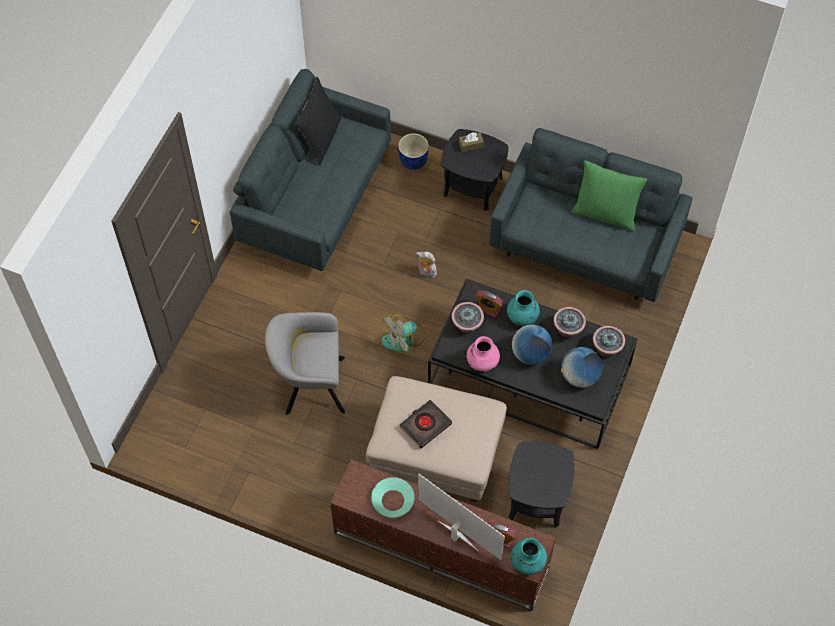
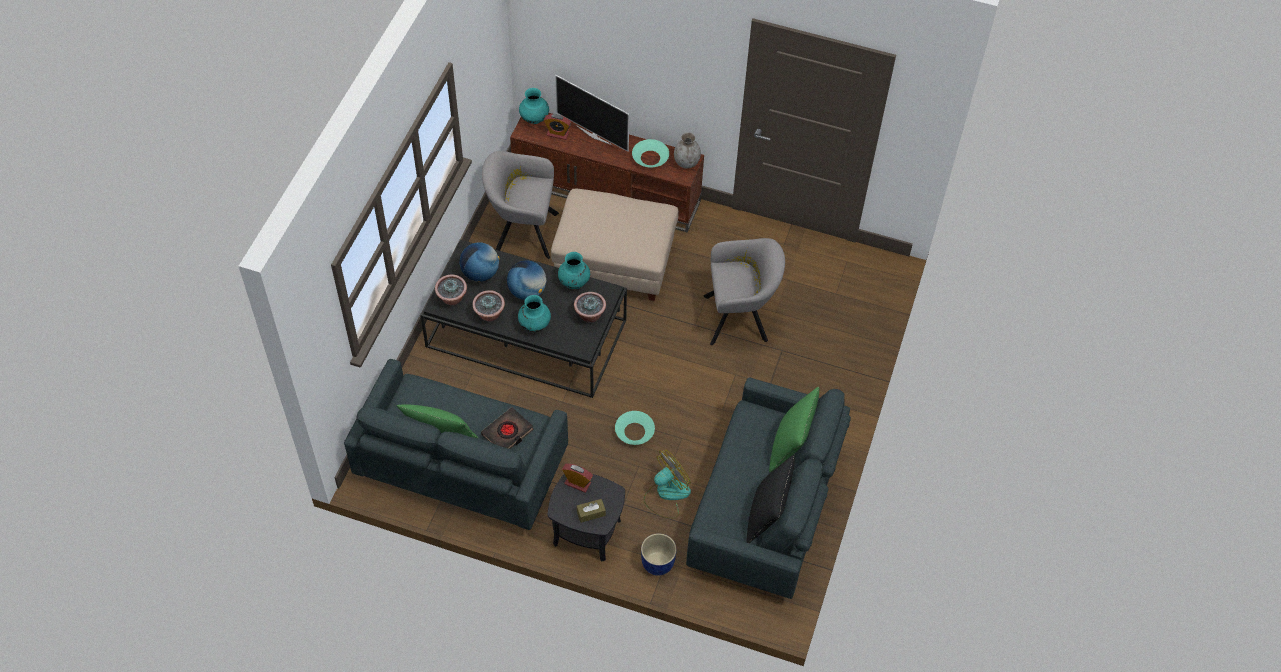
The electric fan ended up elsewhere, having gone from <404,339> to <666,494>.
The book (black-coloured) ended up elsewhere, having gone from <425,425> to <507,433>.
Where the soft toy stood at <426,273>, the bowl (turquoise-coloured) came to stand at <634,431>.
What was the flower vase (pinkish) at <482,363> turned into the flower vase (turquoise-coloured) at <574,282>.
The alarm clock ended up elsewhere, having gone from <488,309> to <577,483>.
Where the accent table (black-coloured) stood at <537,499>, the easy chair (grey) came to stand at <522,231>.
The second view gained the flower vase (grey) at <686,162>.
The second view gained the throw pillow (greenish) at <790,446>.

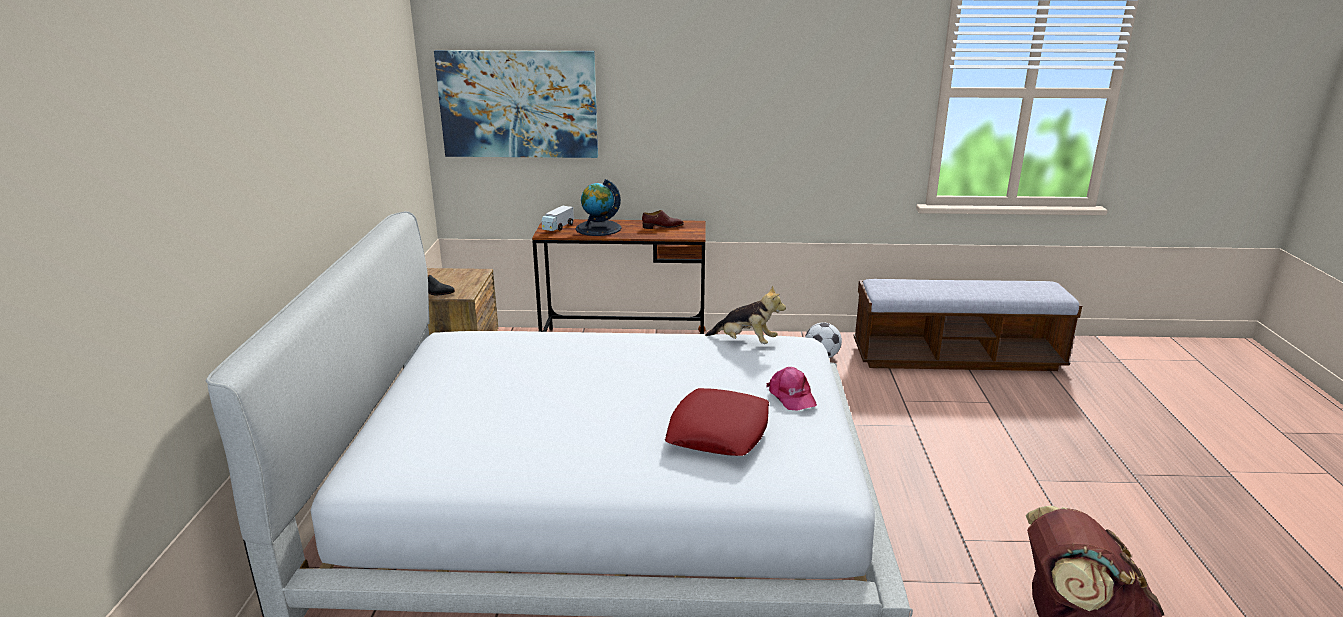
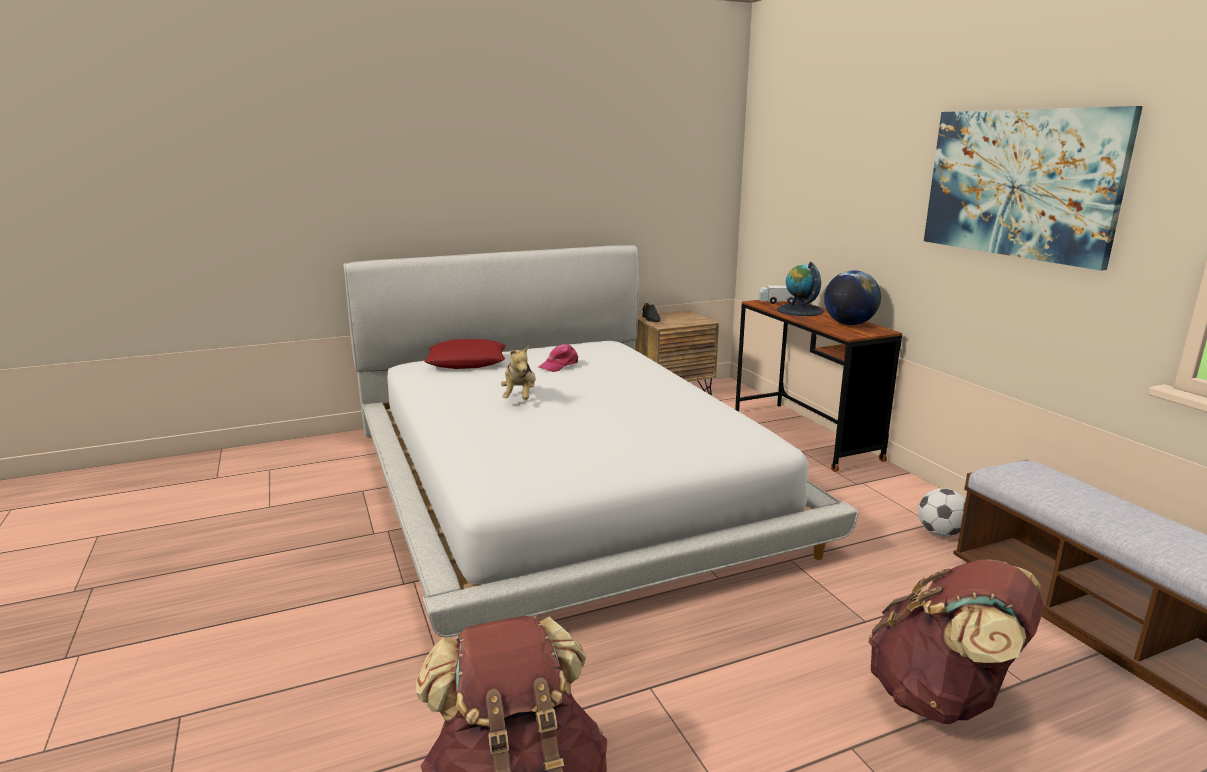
The wall art ended up elsewhere, having gone from <518,104> to <1019,183>.
Where the shoe (brownish) stood at <663,227>, the globe came to stand at <849,324>.
The throw pillow (red-coloured) ended up elsewhere, having gone from <718,431> to <467,362>.
The soft toy ended up elsewhere, having gone from <745,342> to <520,398>.
The peaked cap (pinkish) ended up elsewhere, having gone from <791,396> to <559,365>.
The second view gained the rucksack (brownish) at <942,698>.

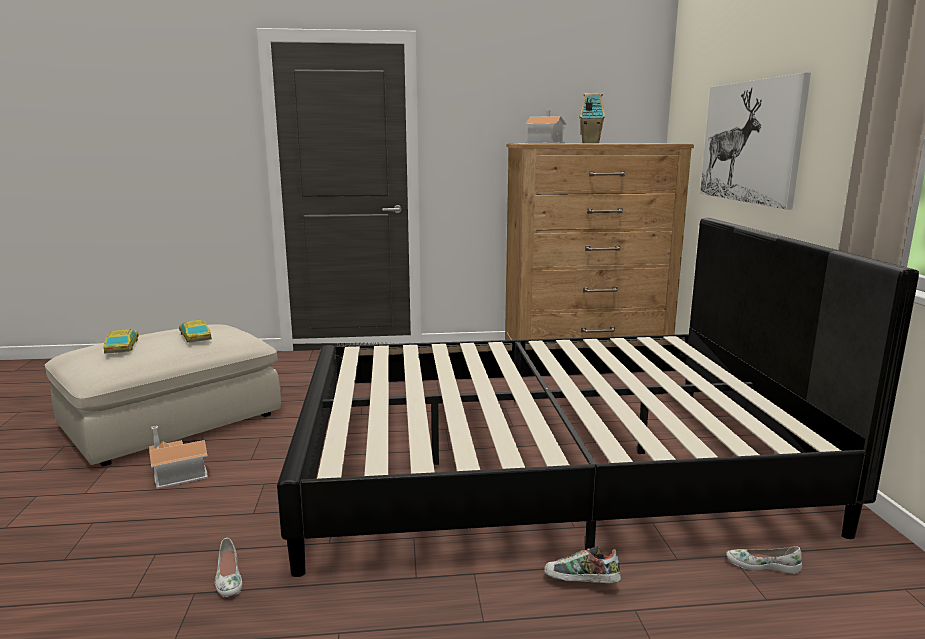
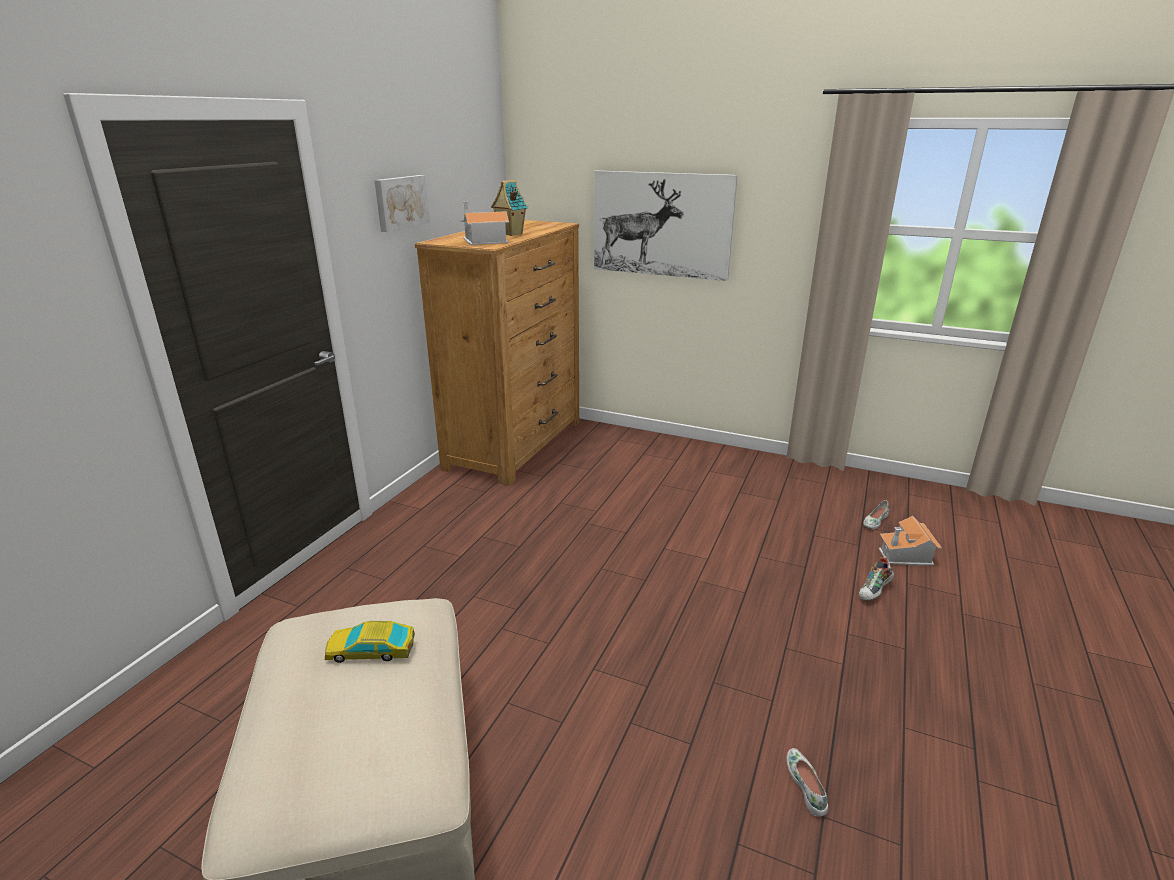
The second view lost the model car at <122,347>.
The model house ended up elsewhere, having gone from <175,473> to <906,555>.
The shoe (whitish) at <228,578> ended up facing another way, 105 degrees counterclockwise from before.
The second view lost the sleeping bed (black-coloured) at <545,464>.
The second view gained the wall art at <400,202>.

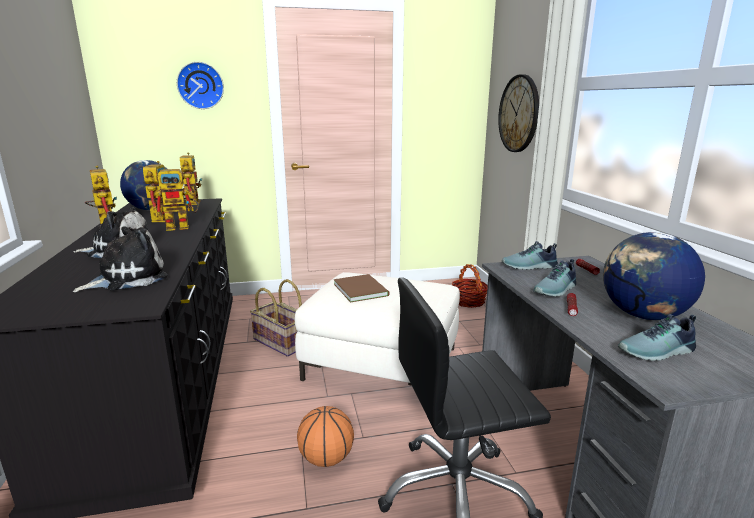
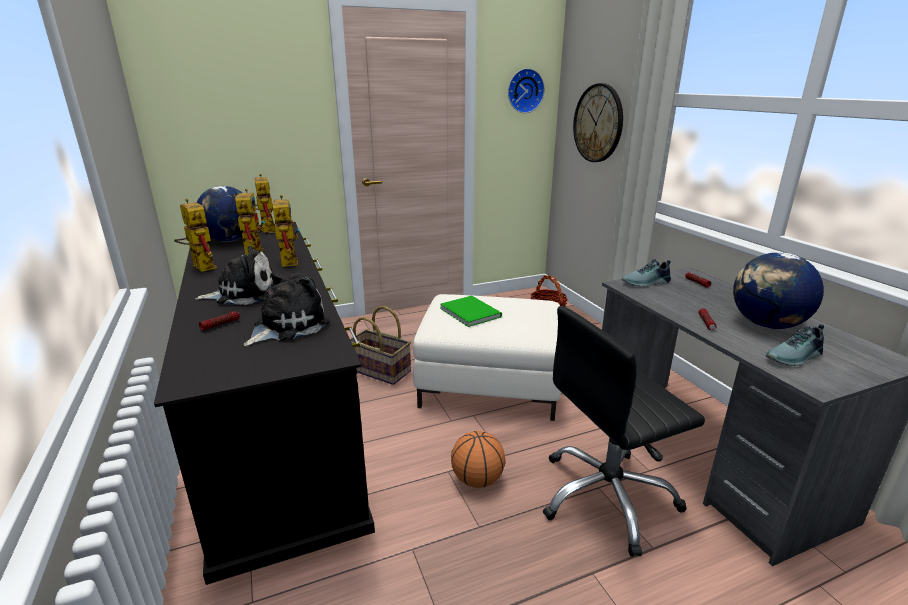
The model robot at <183,227> ended up facing another way, 75 degrees counterclockwise from before.
The hanging clock ended up elsewhere, having gone from <201,85> to <524,91>.
What was the book (brownish) at <361,289> turned into the book (greenish) at <470,311>.
The second view lost the shoe at <556,290>.
The second view gained the hand torch at <220,325>.

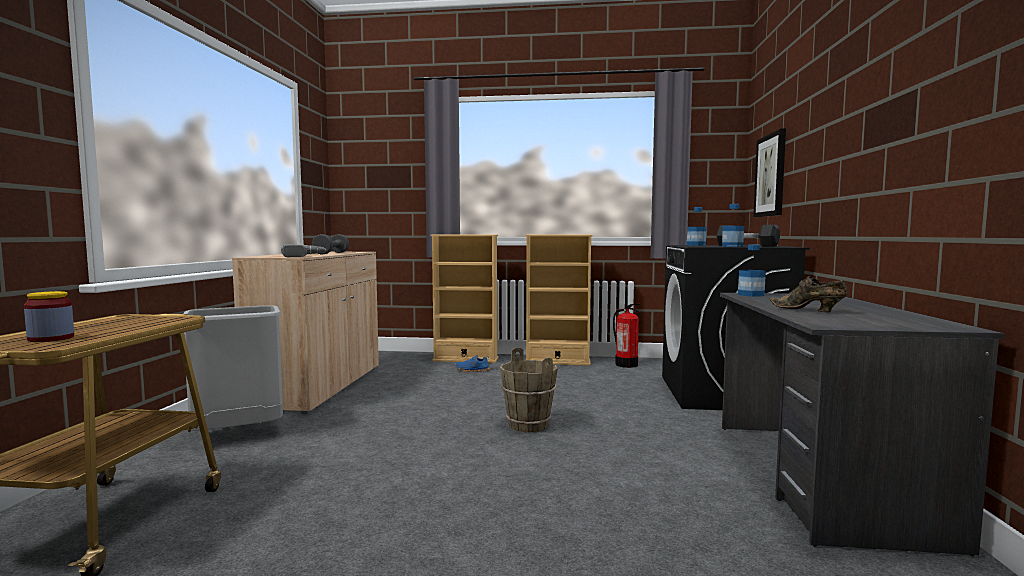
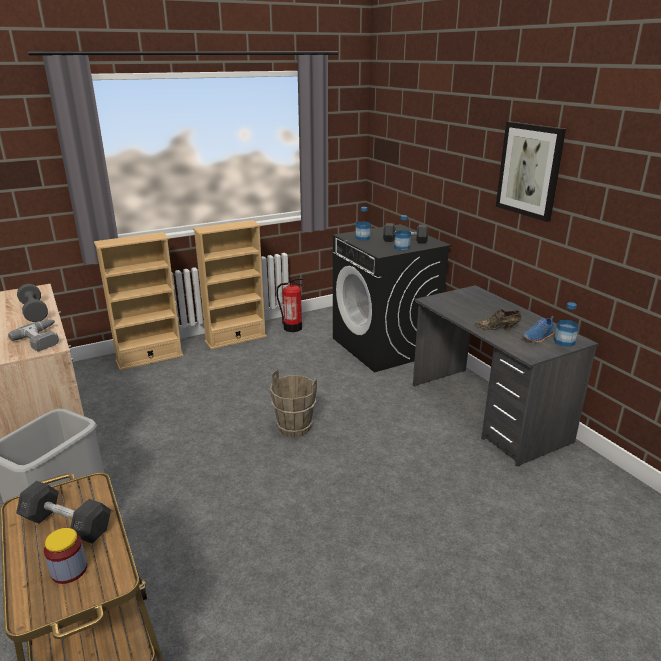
The shoe (blue) ended up elsewhere, having gone from <472,370> to <538,338>.
The drink bottle ended up elsewhere, having gone from <751,295> to <564,342>.
The wall art ended up elsewhere, having gone from <771,175> to <529,170>.
The second view gained the hand weight (grey) at <67,524>.

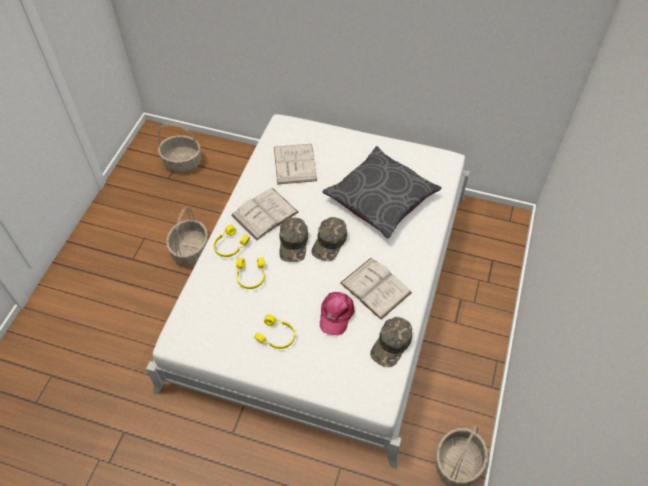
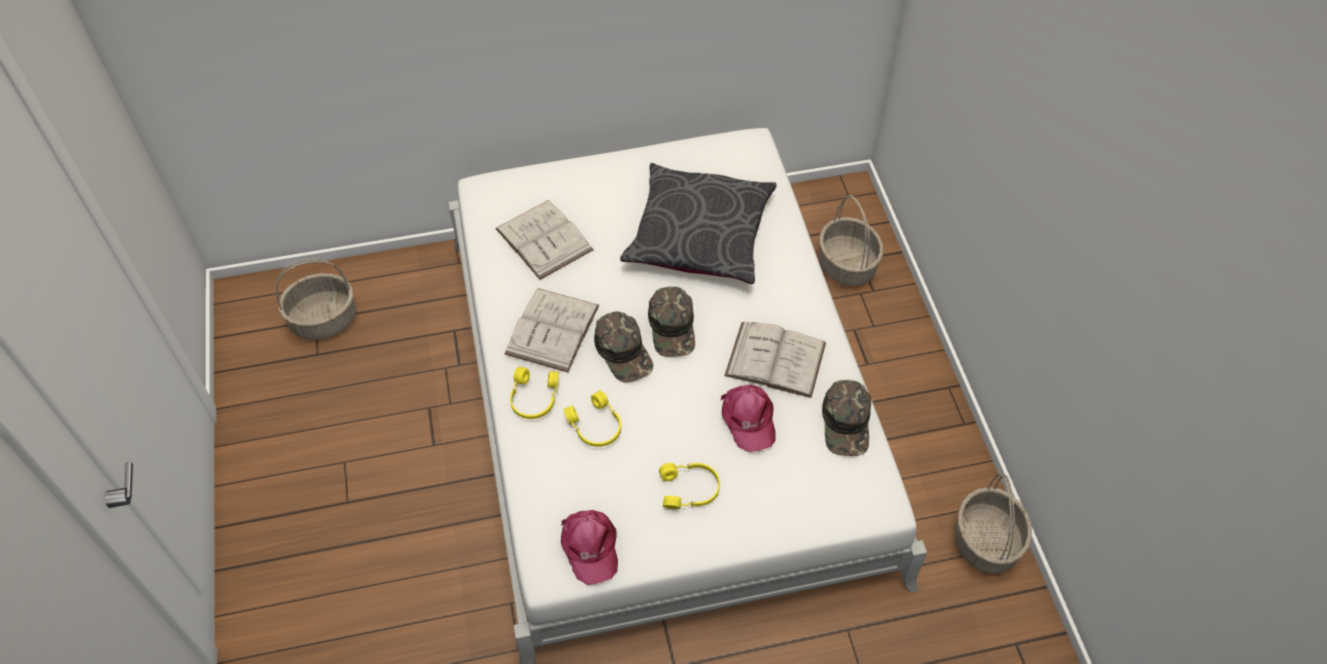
The storage basket ended up elsewhere, having gone from <190,250> to <846,265>.
The second view gained the peaked cap (pinkish) at <589,547>.

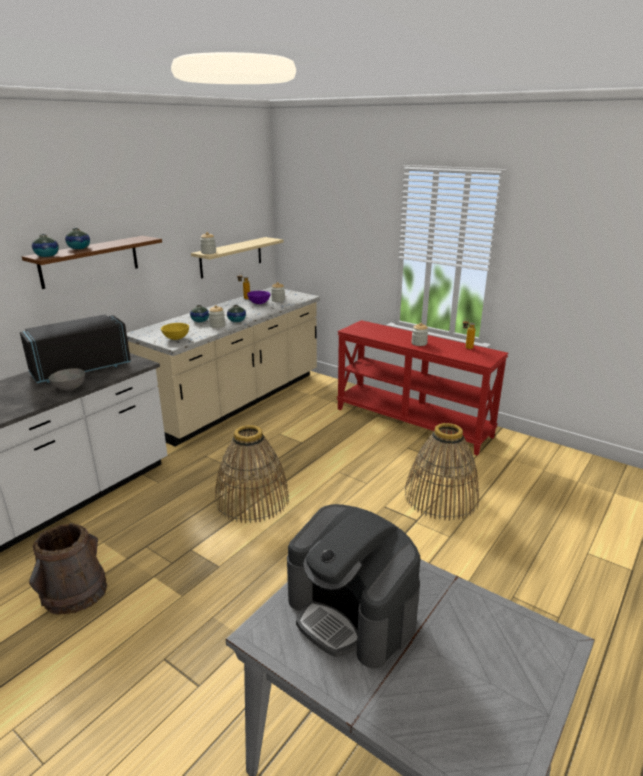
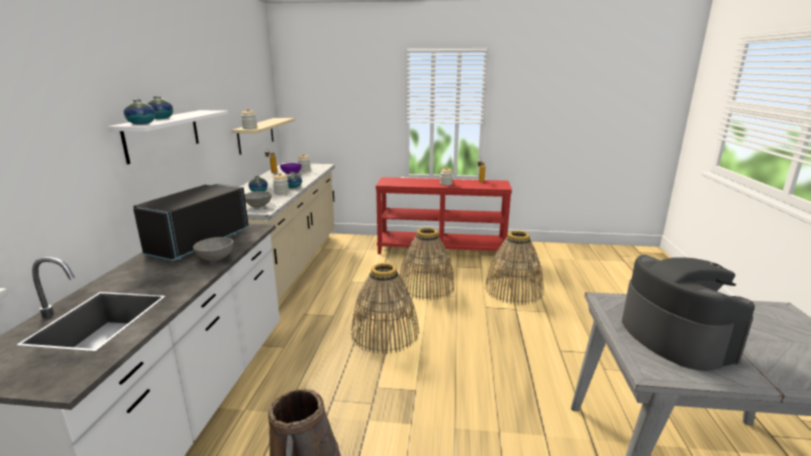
What was the wall shelf (brownish) at <90,261> turned into the wall shelf (whitish) at <163,135>.
What was the bowl (yellowish) at <176,339> turned into the bowl (grey) at <258,206>.
The coffee brewer at <352,612> ended up facing another way, 120 degrees counterclockwise from before.
The second view gained the storage basket at <426,286>.

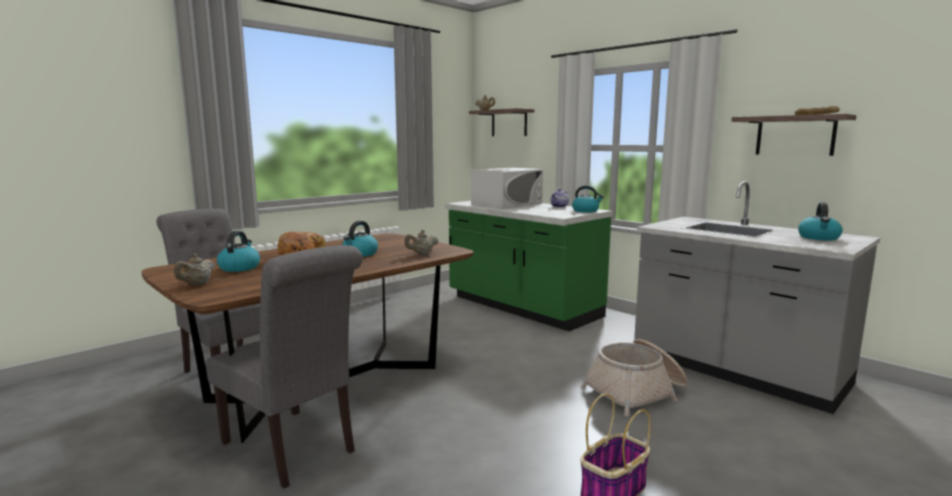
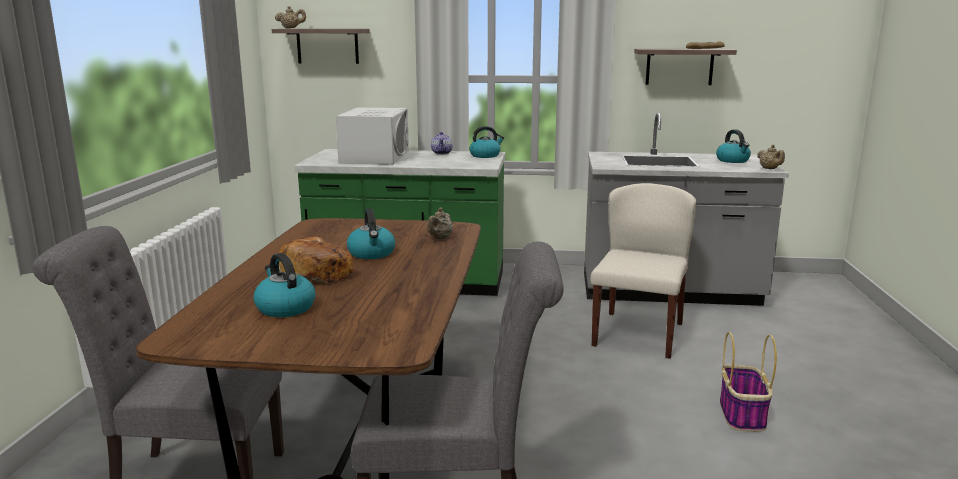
The teapot (sand-coloured) ended up elsewhere, having gone from <197,285> to <770,169>.
Where the storage basket stood at <637,392>, the upright chair (sand-coloured) came to stand at <637,333>.

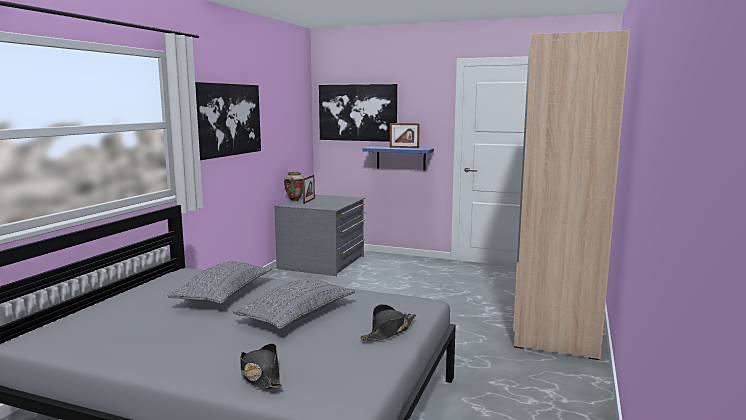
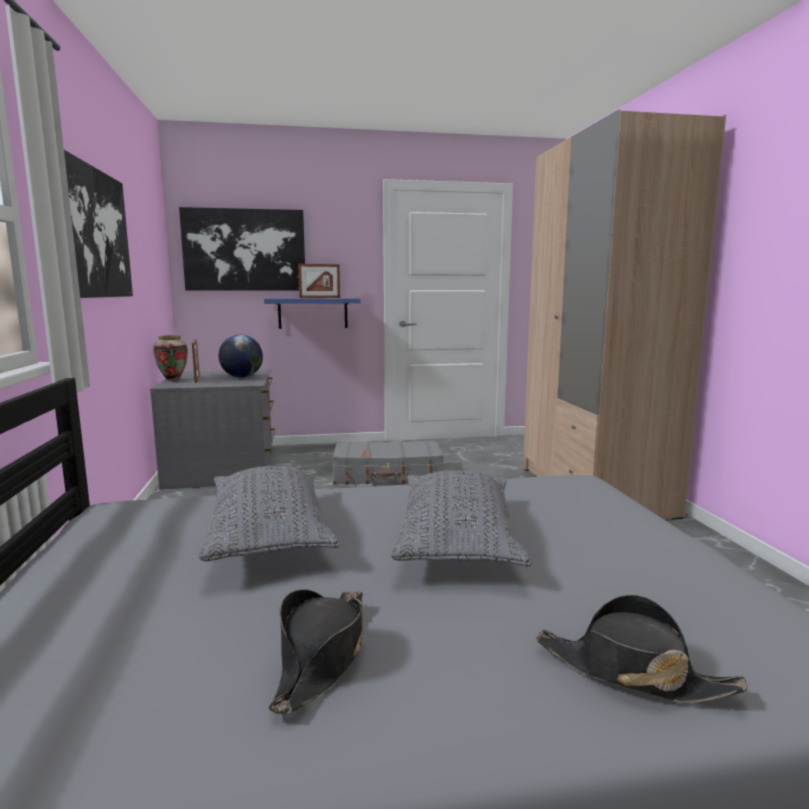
The clothing hat (black-coloured) ended up elsewhere, having gone from <389,331> to <322,657>.
The second view gained the globe at <242,377>.
The second view gained the suitcase (grey) at <388,475>.

